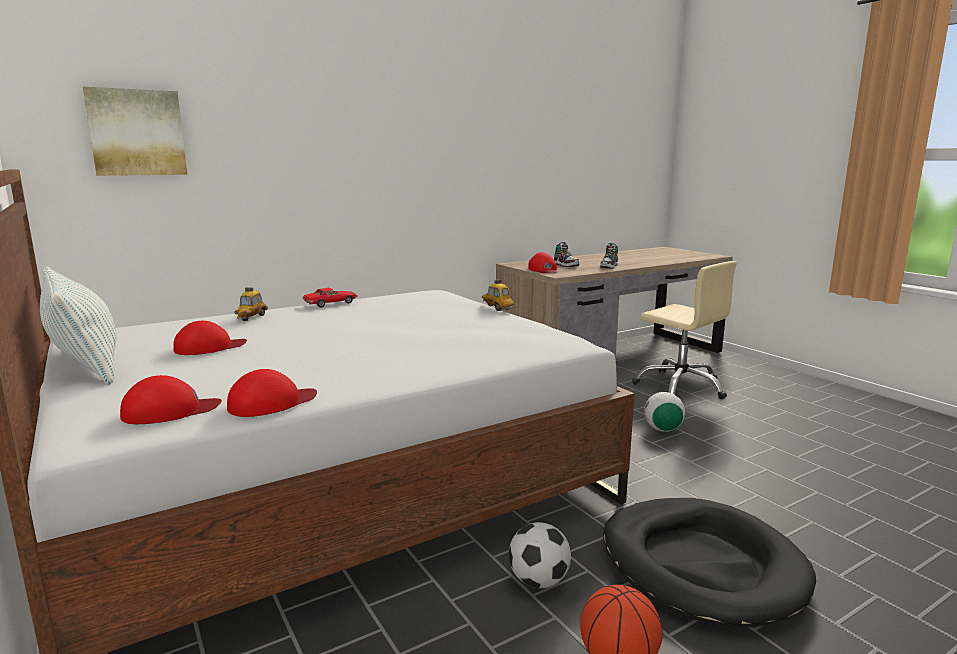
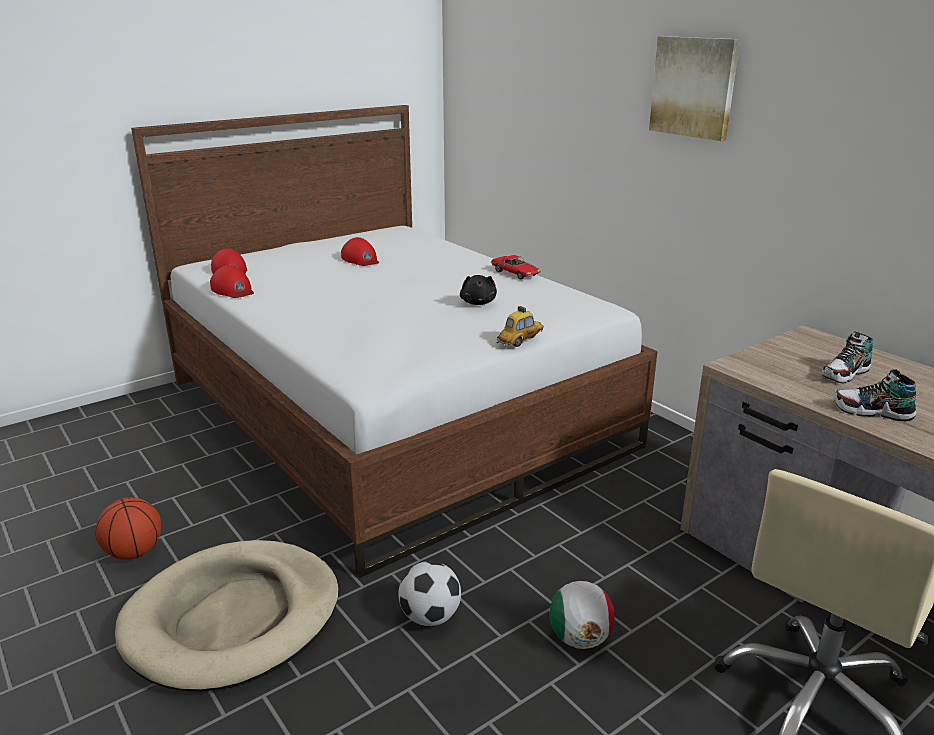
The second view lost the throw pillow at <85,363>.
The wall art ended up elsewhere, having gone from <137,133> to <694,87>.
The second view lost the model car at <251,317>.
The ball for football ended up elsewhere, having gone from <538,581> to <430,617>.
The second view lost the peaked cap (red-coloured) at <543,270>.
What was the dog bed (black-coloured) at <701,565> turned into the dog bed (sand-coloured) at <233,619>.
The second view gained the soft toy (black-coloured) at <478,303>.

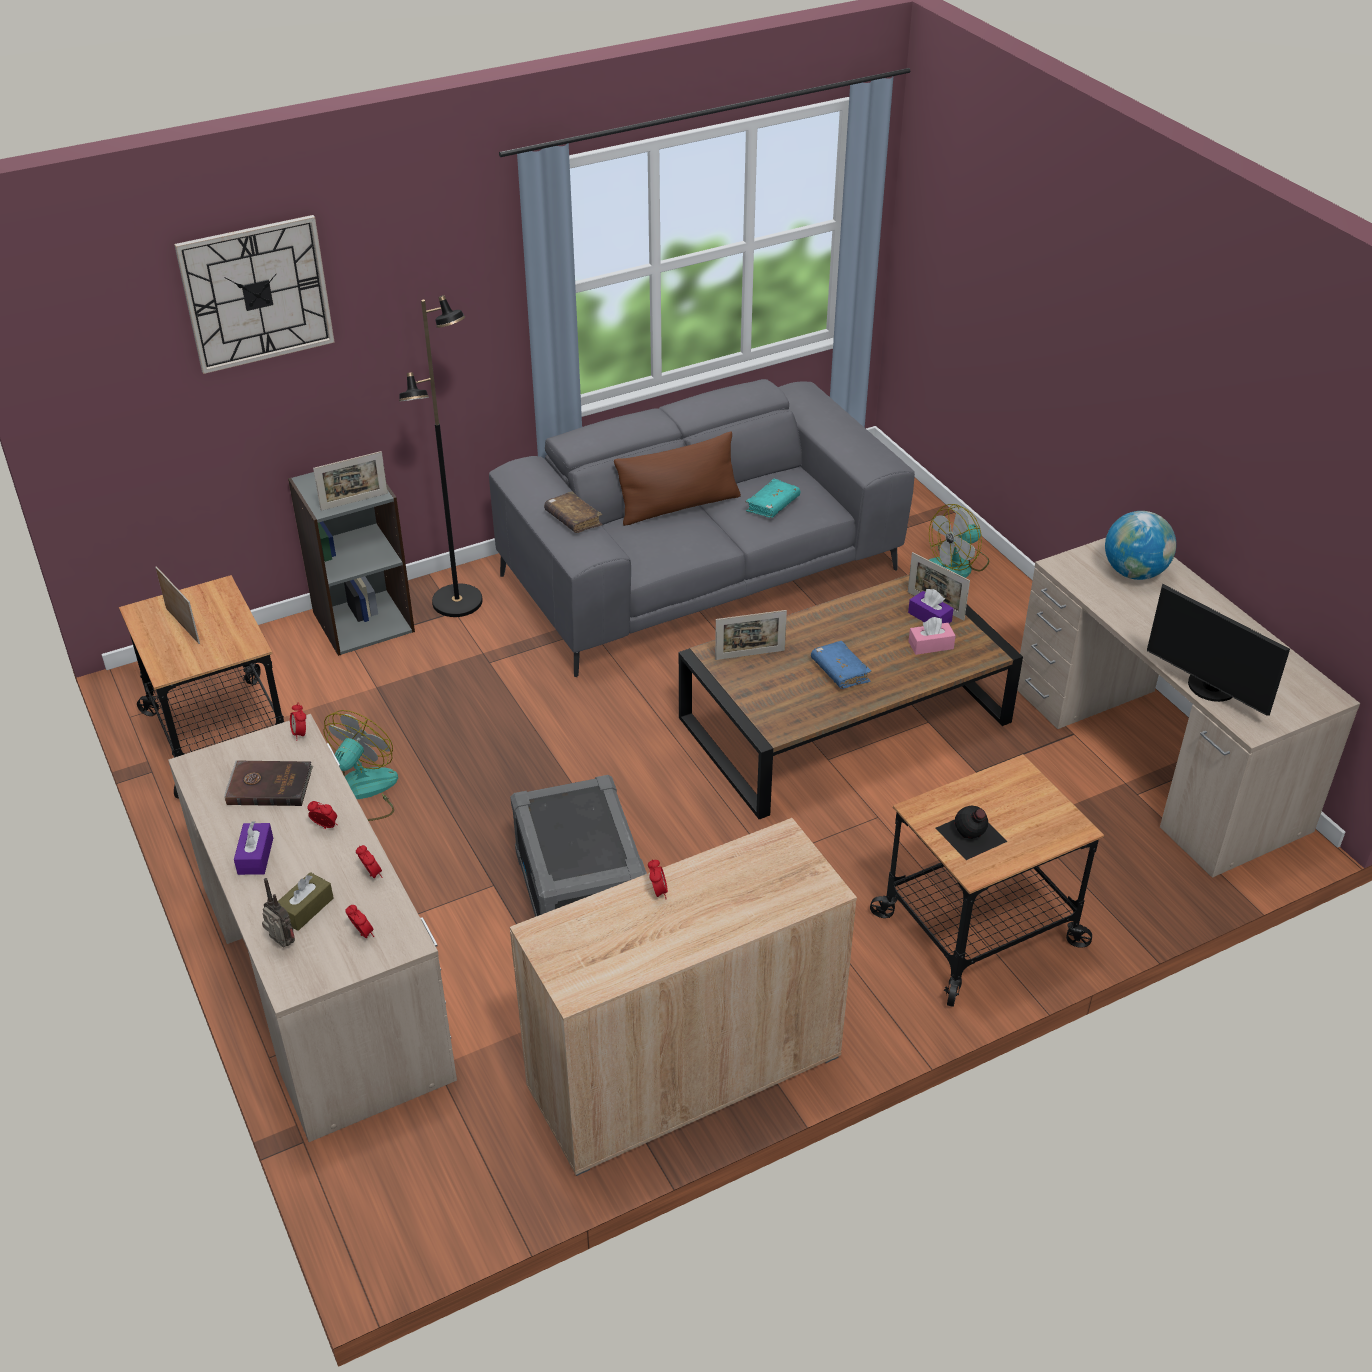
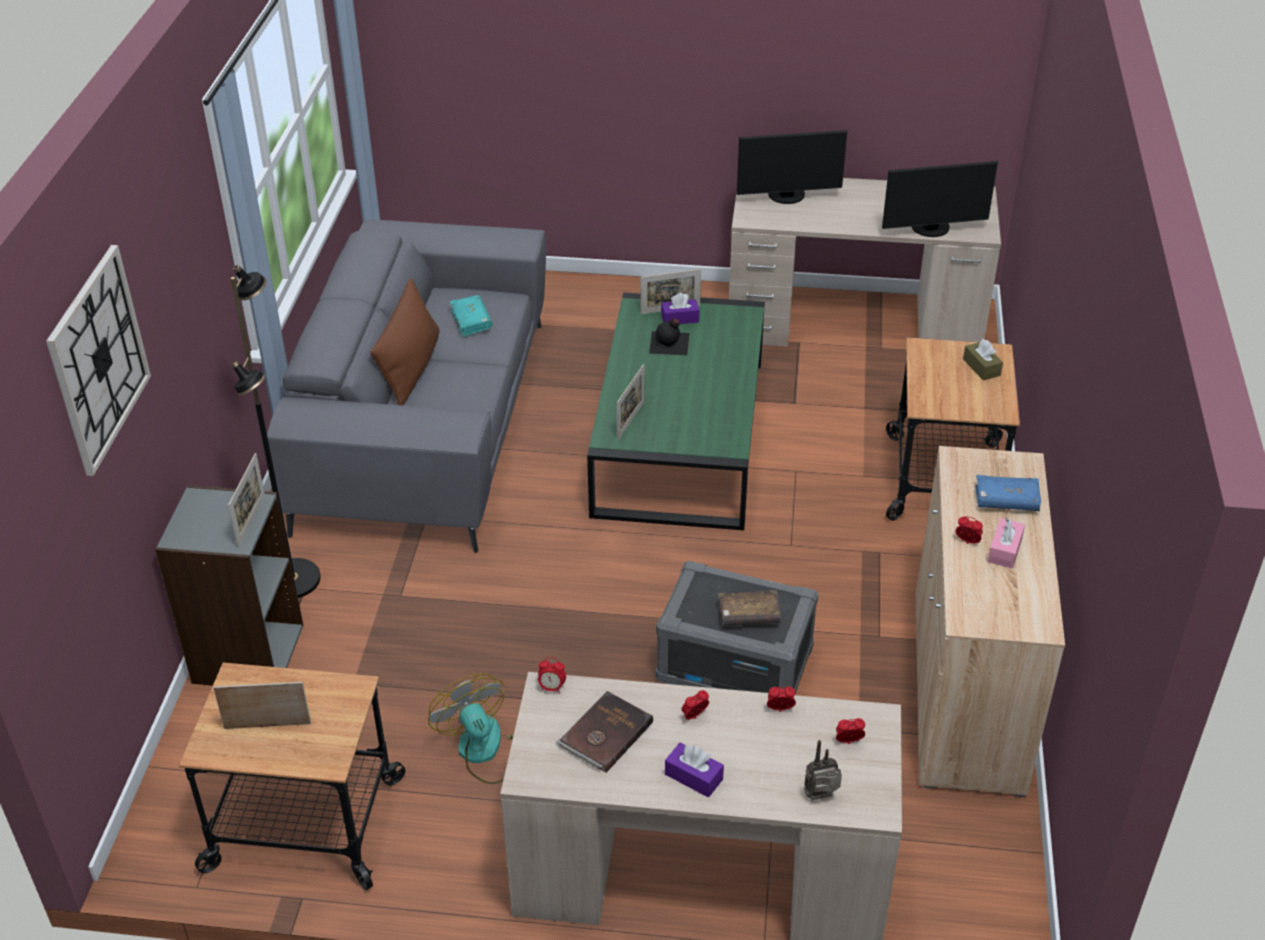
The box of tissues (brownish) ended up elsewhere, having gone from <305,909> to <981,367>.
The book (brownish) ended up elsewhere, having gone from <573,519> to <749,615>.
What was the low table (brownish) at <845,719> turned into the low table (greenish) at <679,435>.
The book (blue) ended up elsewhere, having gone from <840,671> to <1006,501>.
The box of tissues (pinkish) ended up elsewhere, having gone from <931,645> to <1004,550>.
The second view lost the electric fan at <957,565>.
The drink bottle (black-coloured) ended up elsewhere, having gone from <970,835> to <670,343>.
Where the globe stood at <1134,572>, the computer display came to stand at <787,196>.

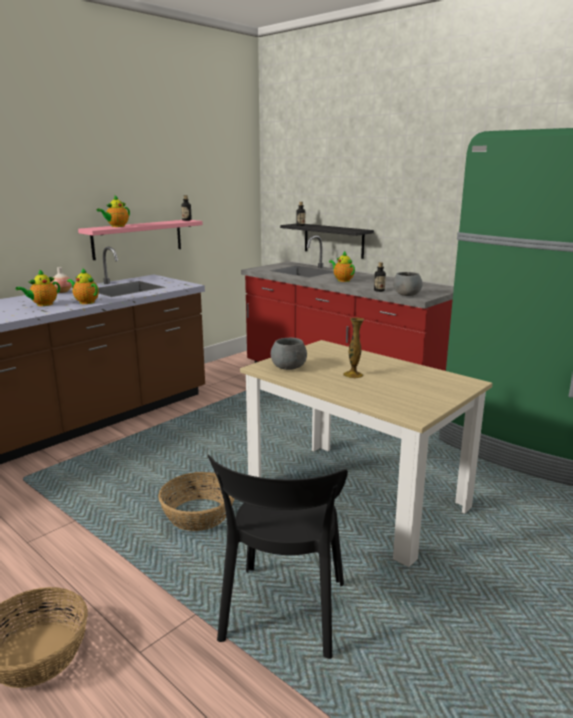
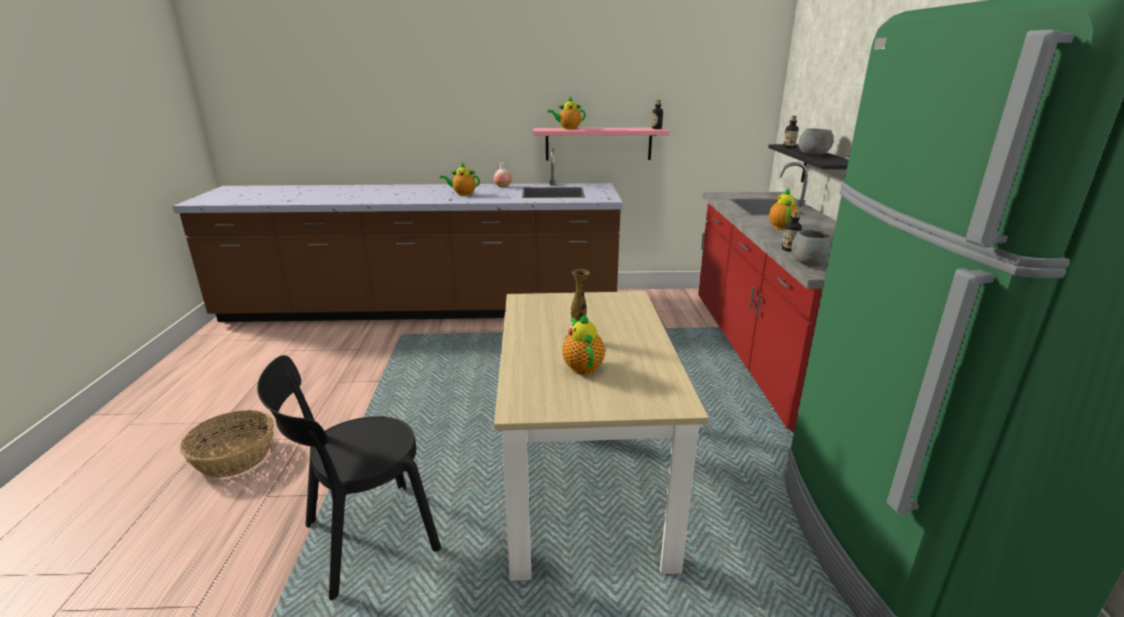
The teapot ended up elsewhere, having gone from <85,302> to <582,366>.
The second view lost the storage basket at <198,514>.
The bowl (grey) ended up elsewhere, having gone from <289,367> to <813,154>.

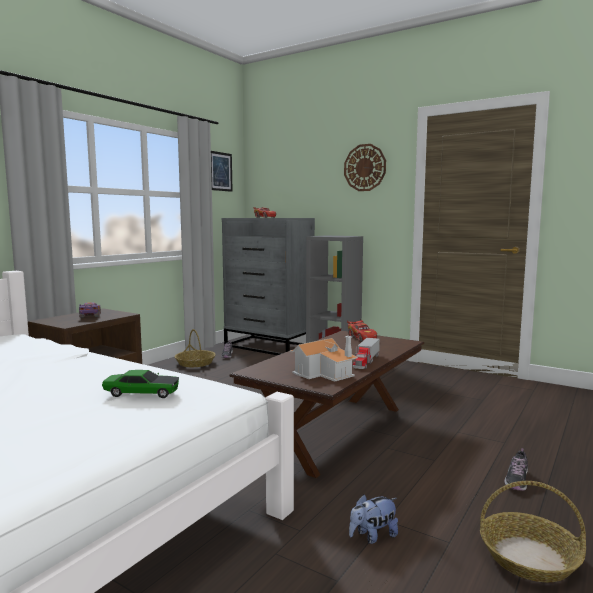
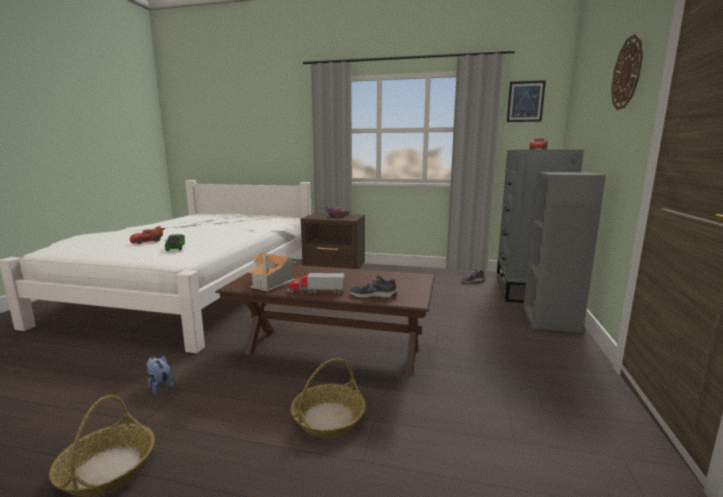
The storage basket ended up elsewhere, having gone from <195,363> to <328,418>.
The model car (red-coloured) ended up elsewhere, having gone from <361,338> to <148,241>.
The shoe ended up elsewhere, having gone from <517,480> to <373,295>.

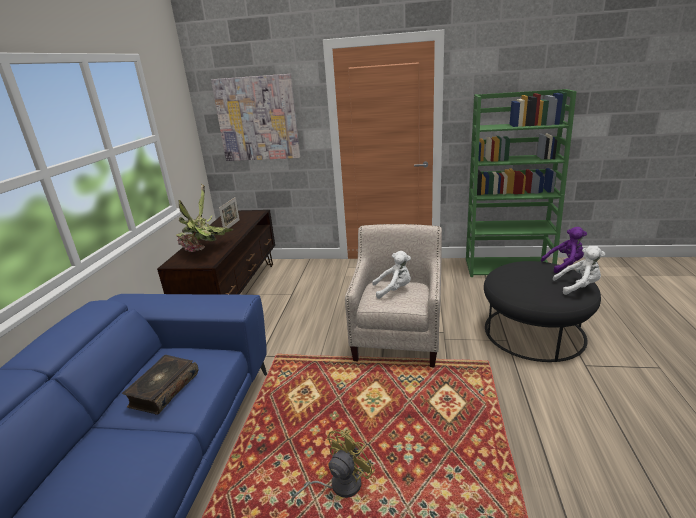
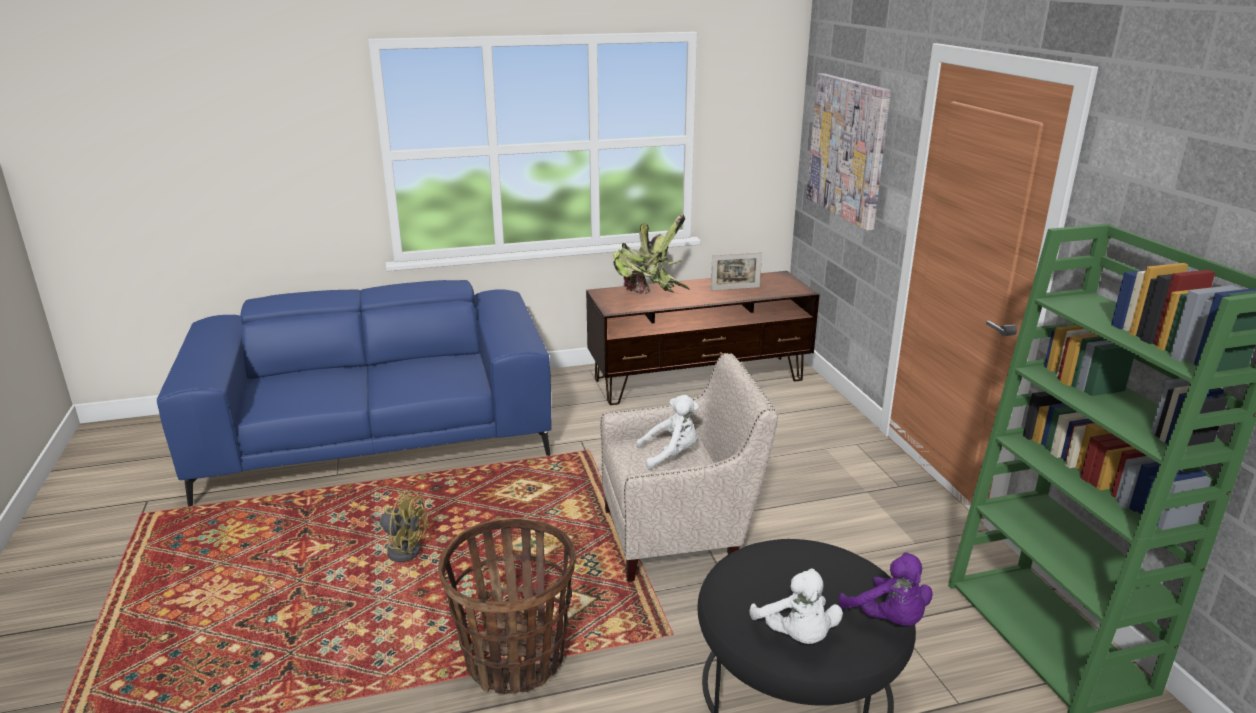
The second view lost the book at <163,390>.
The soft toy (whitish) at <394,290> ended up facing another way, 75 degrees counterclockwise from before.
The second view gained the storage basket at <515,660>.

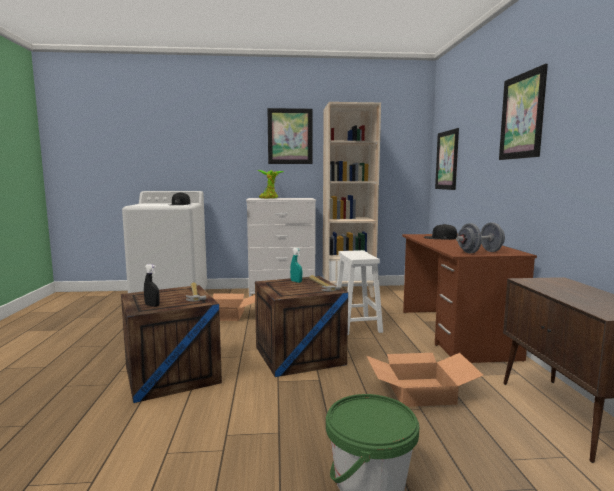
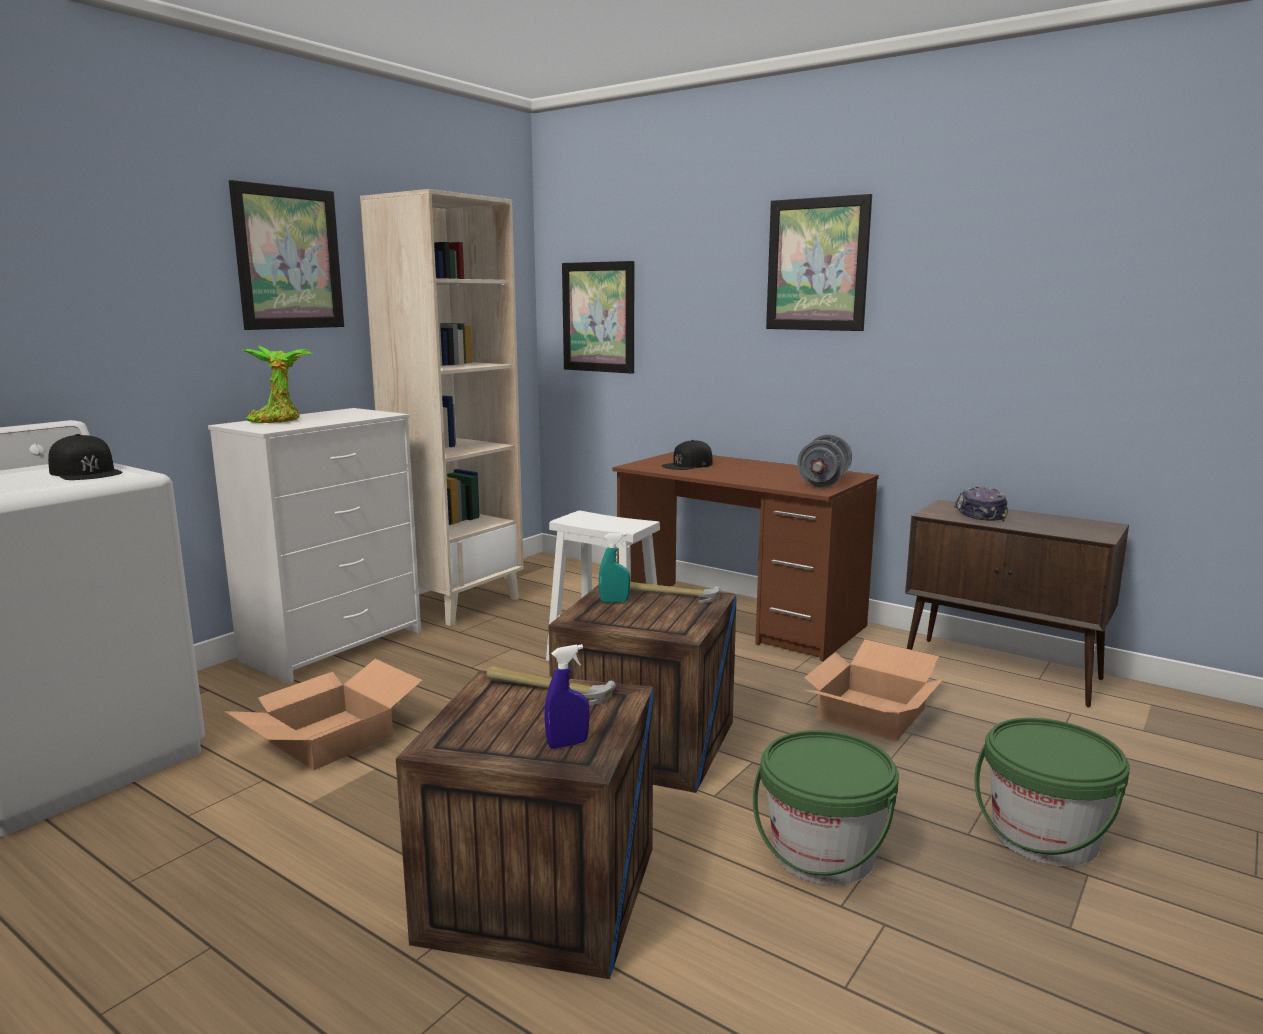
What was the spray bottle (black-coloured) at <152,305> turned into the spray bottle (blue) at <567,744>.
The second view gained the water bucket (greenish) at <823,853>.
The second view gained the peaked cap at <979,514>.

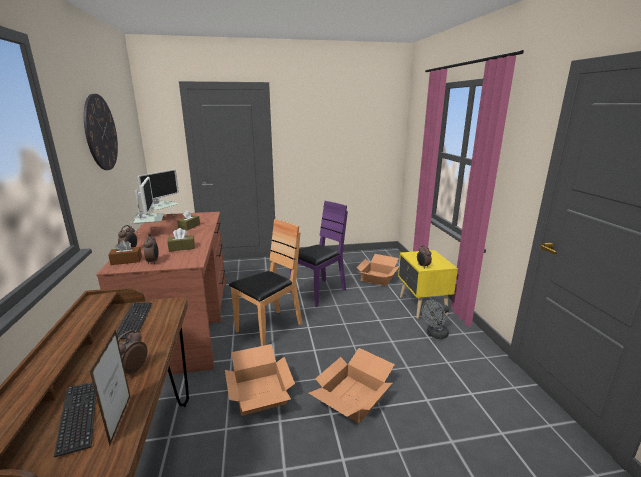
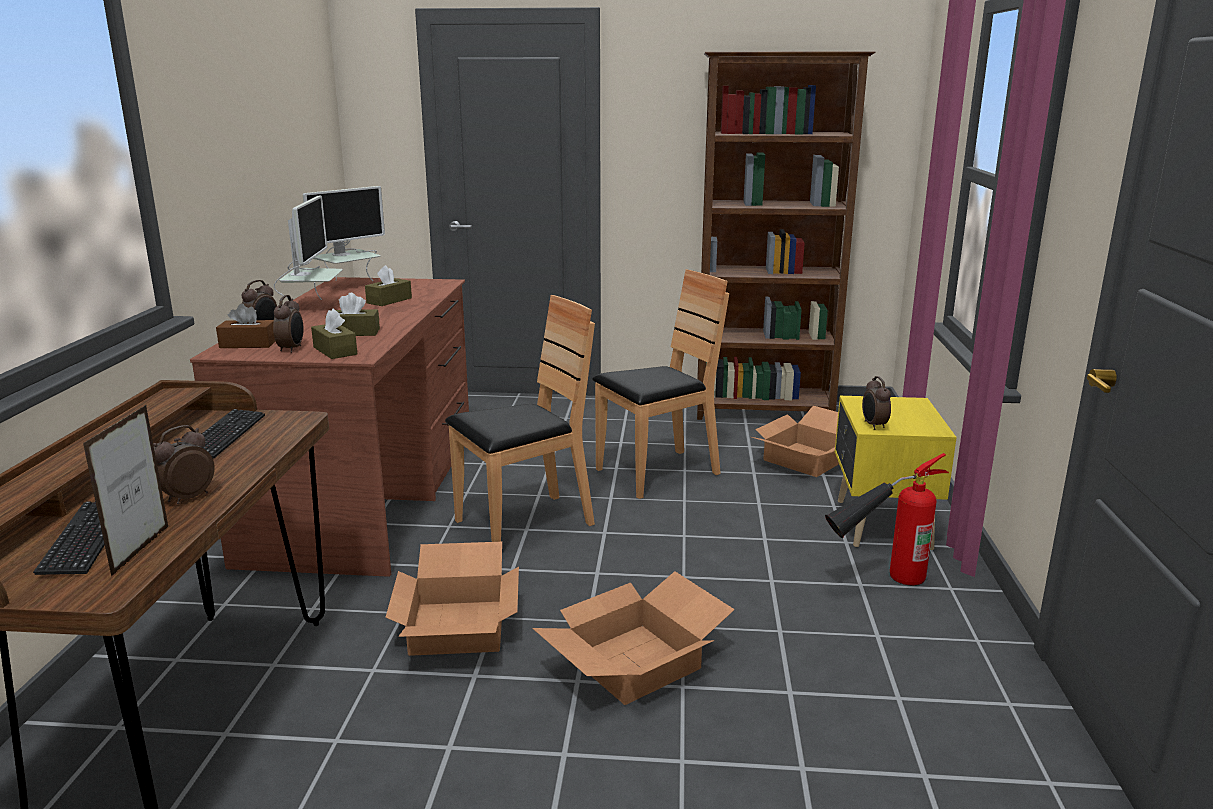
The second view lost the hanging clock at <101,133>.
What was the upright chair (purple-coloured) at <318,292> turned into the upright chair (brownish) at <657,473>.
Where the electric fan (grey) stood at <434,334>, the fire extinguisher came to stand at <878,582>.
The second view gained the box of tissues (brownish) at <335,351>.
The second view gained the bookshelf (brownish) at <764,412>.

